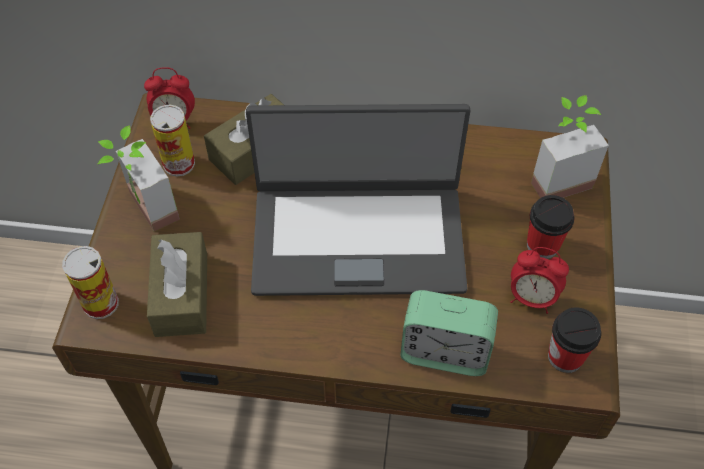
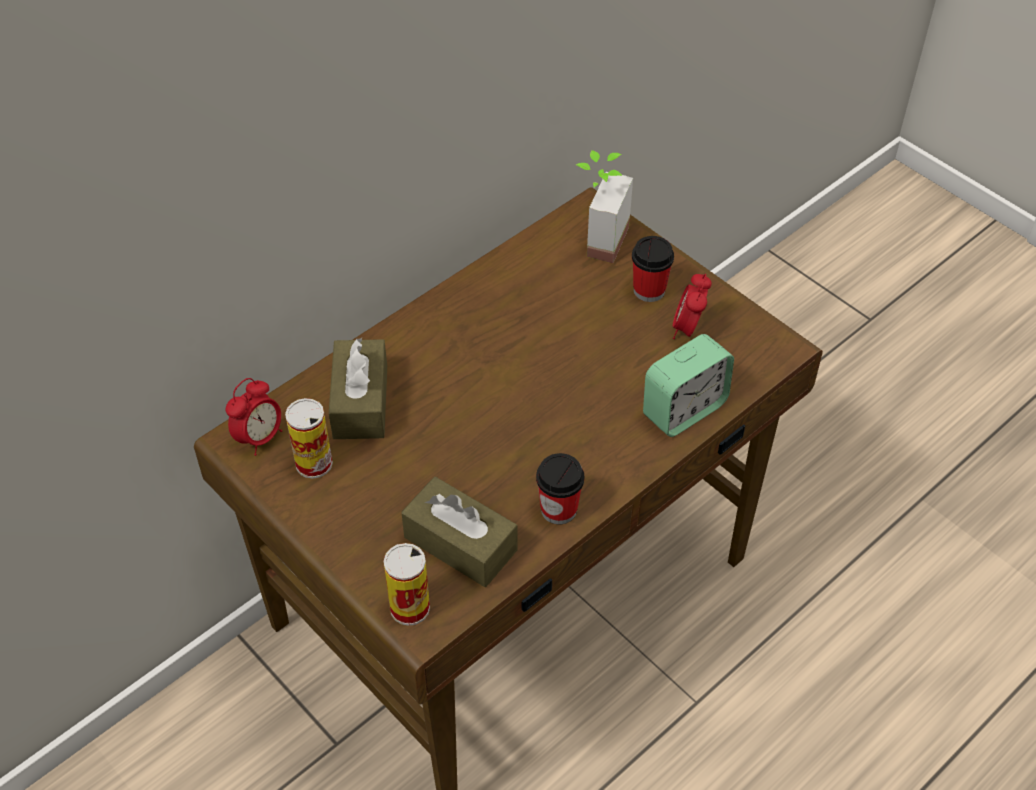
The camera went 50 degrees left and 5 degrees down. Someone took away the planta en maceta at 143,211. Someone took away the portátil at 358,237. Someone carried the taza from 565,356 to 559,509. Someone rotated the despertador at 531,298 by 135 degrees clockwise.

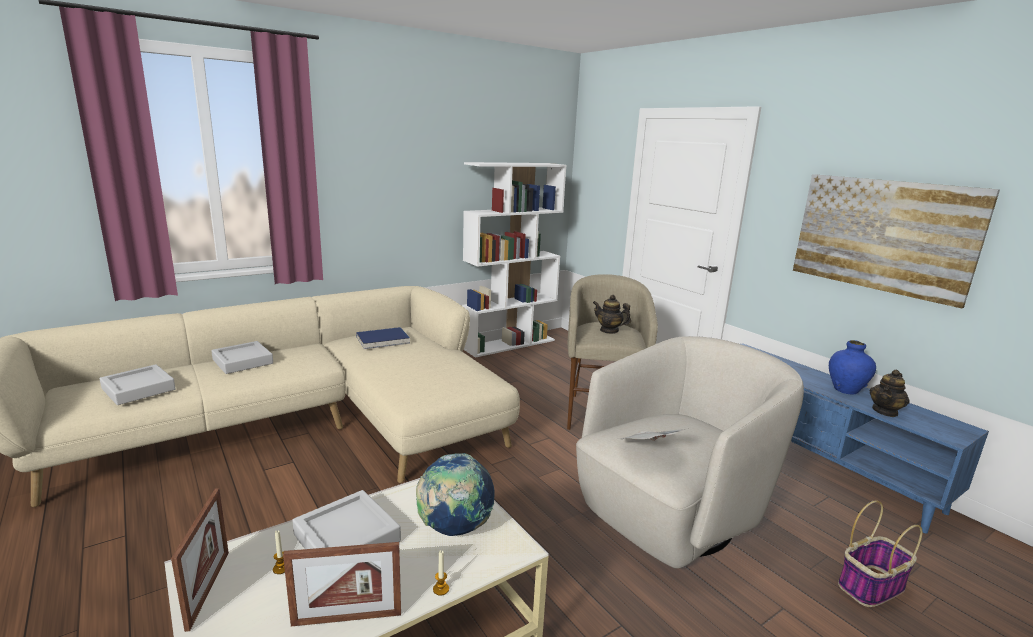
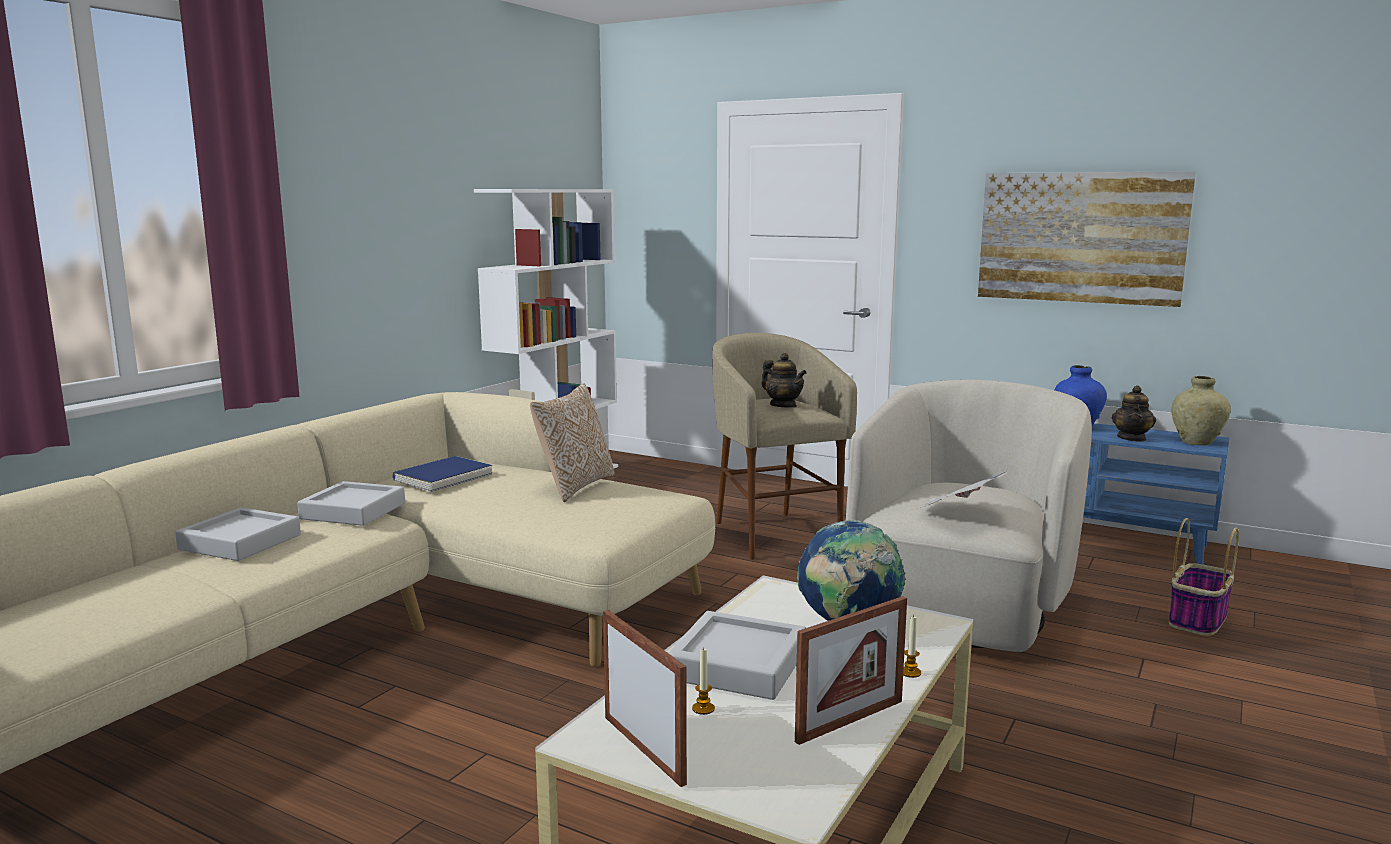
The camera went 25 degrees left and 5 degrees down. Someone put down the cojín at 574,486. Someone put down the florero/beis at 1196,442. Someone carried the bandeja/gris from 138,389 to 353,511. Someone rotated the tetera at 609,330 by 135 degrees counterclockwise.

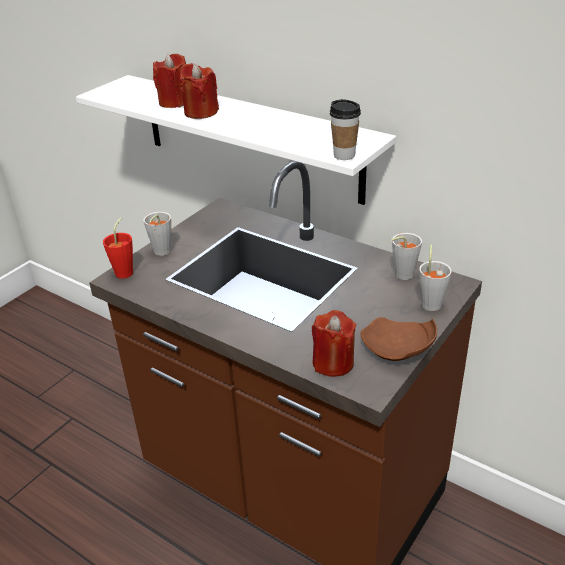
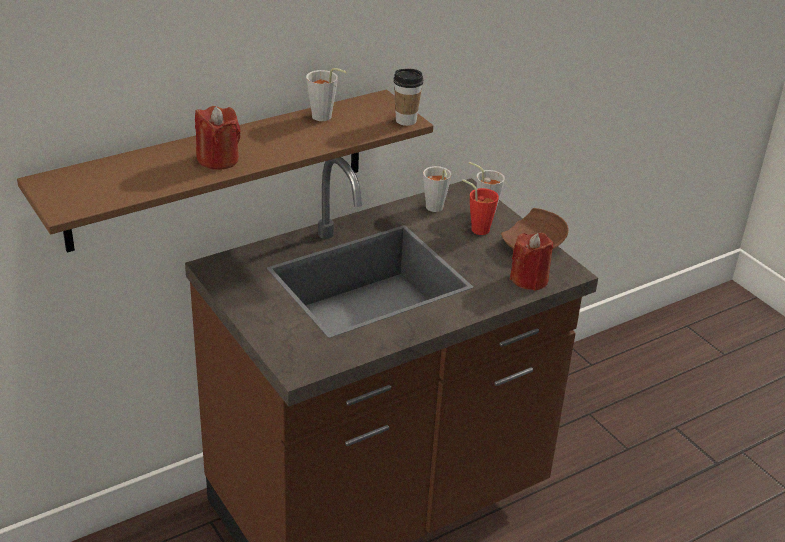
The camera went 70 degrees left and 0 degrees up. Someone took away the vela/rojo at 175,102. Someone carried the taza/rojo from 126,271 to 476,228. Someone carried the taza/gris from 160,253 to 325,118. Someone repainted the estante/blanco at 249,137, which became the estante/marrón at 218,170.

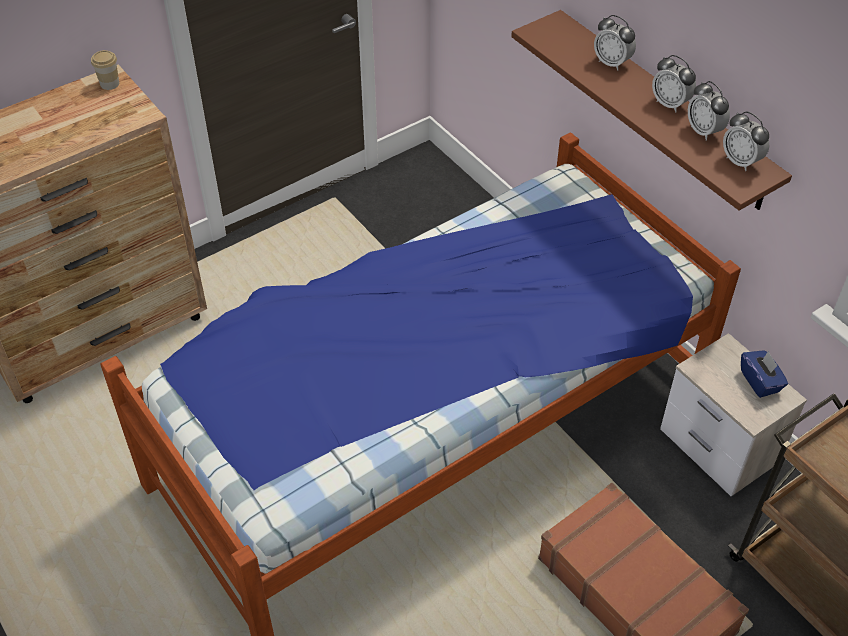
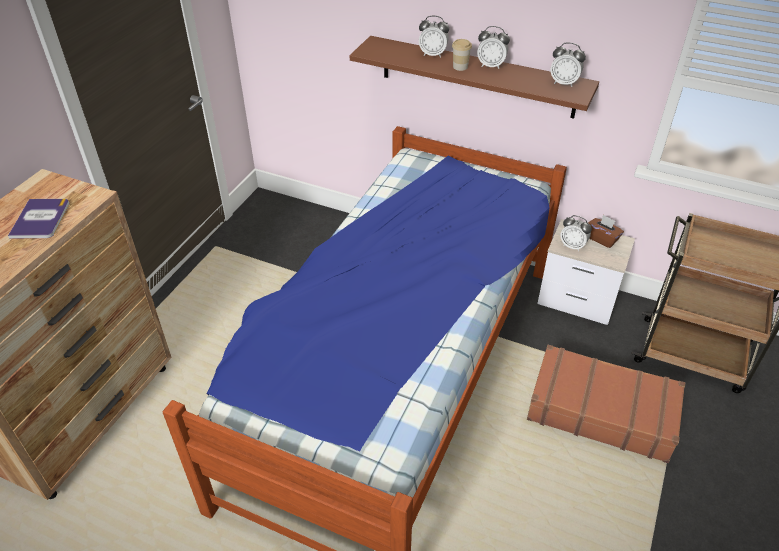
The camera went 30 degrees left and 5 degrees down. Someone put down the libro at 40,219. Someone carried the taza from 109,84 to 460,67. Someone carried the despertador from 704,131 to 572,246. Someone repainted the caja de pañuelos/azul at 760,381, which became the caja de pañuelos/marrón at 602,239.

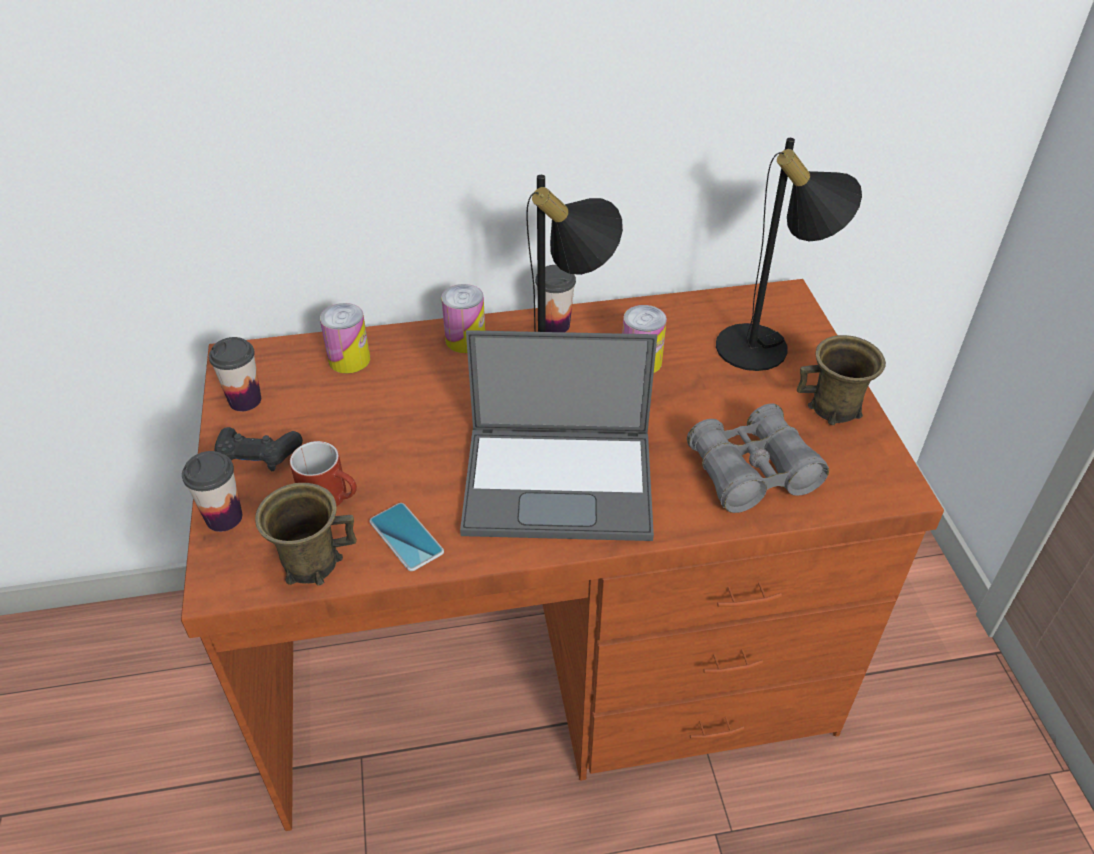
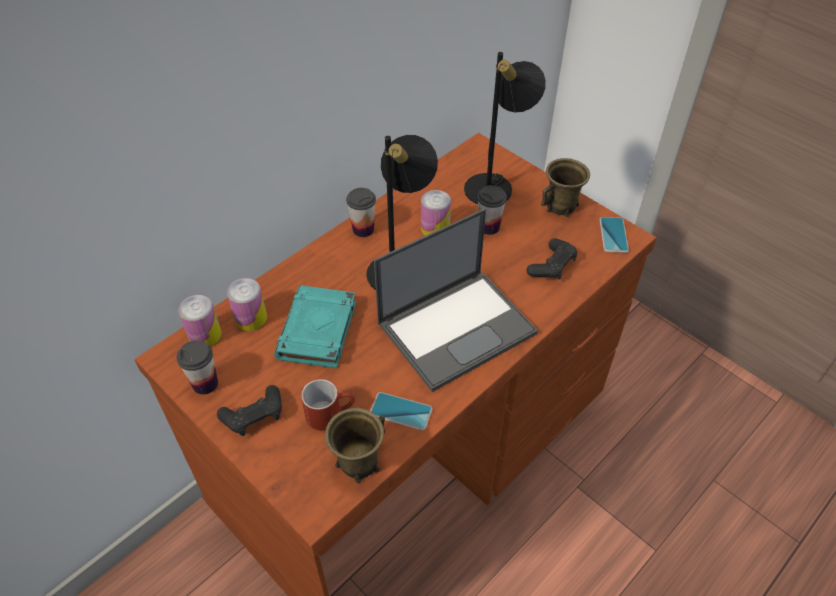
The camera went 35 degrees left and 5 degrees up. Someone put down the libro/turquesa at 317,331. Someone put down the móvil at 613,235. Someone carried the taza from 224,517 to 489,227. Someone carried the lata from 465,340 to 205,335. Someone swapped the prismáticos/gris at 752,472 for the mando de consola/negro at 552,266.

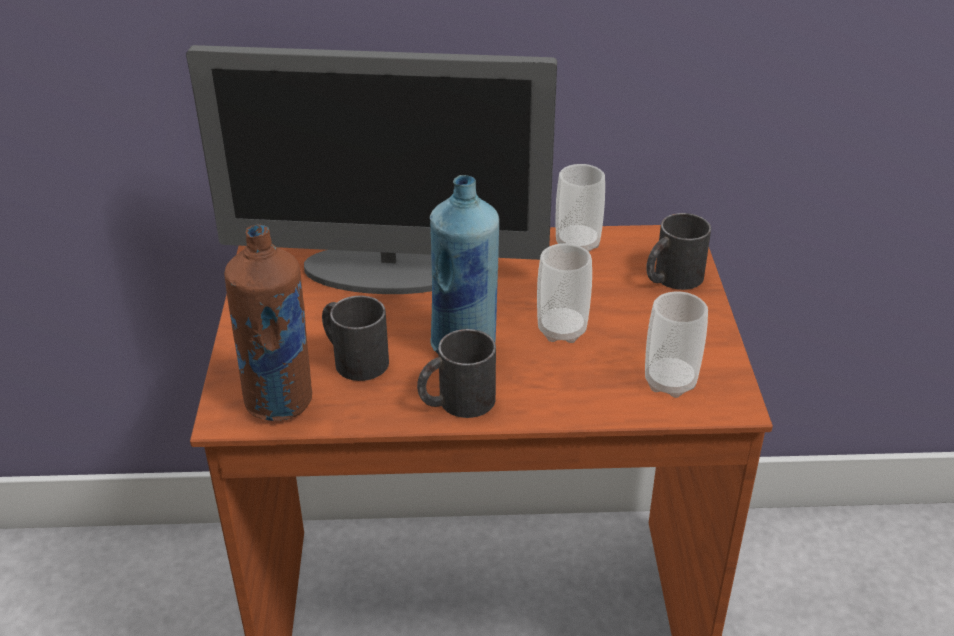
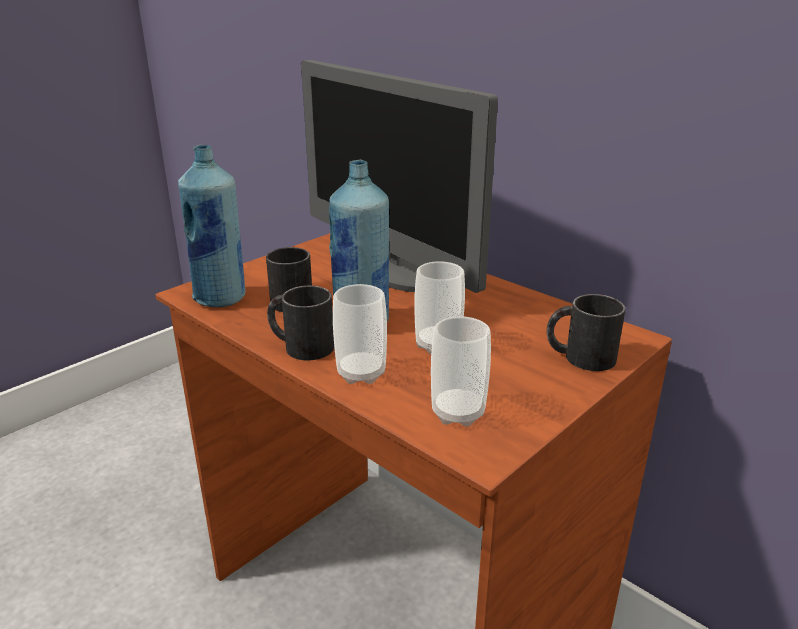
The camera went 45 degrees right and 10 degrees down. Someone carried the taza from 577,244 to 361,373. Someone repainted the botella/marrón at 280,401, which became the botella/azul at 221,298.

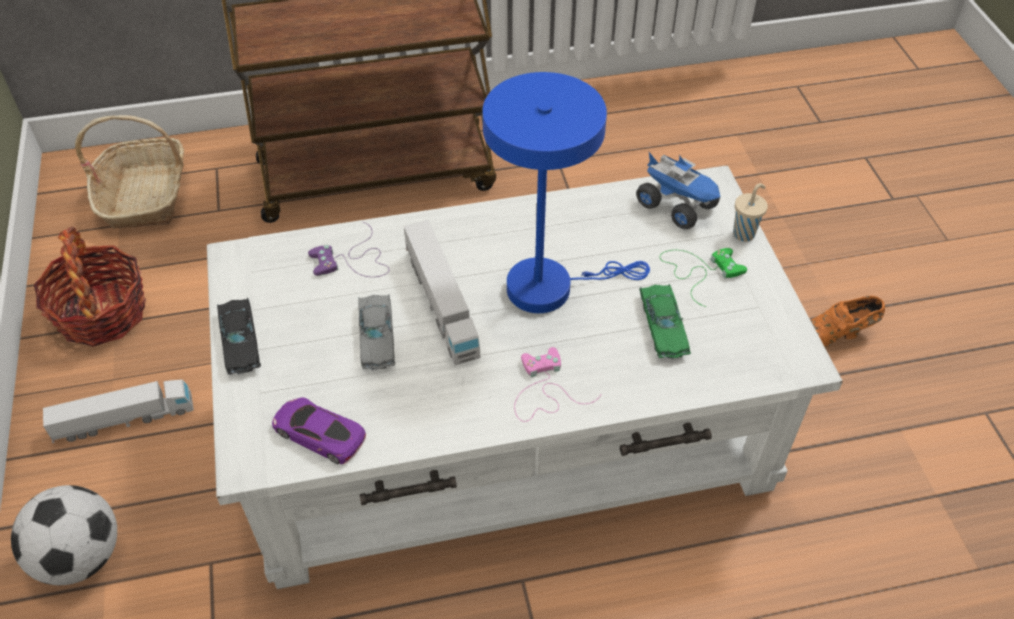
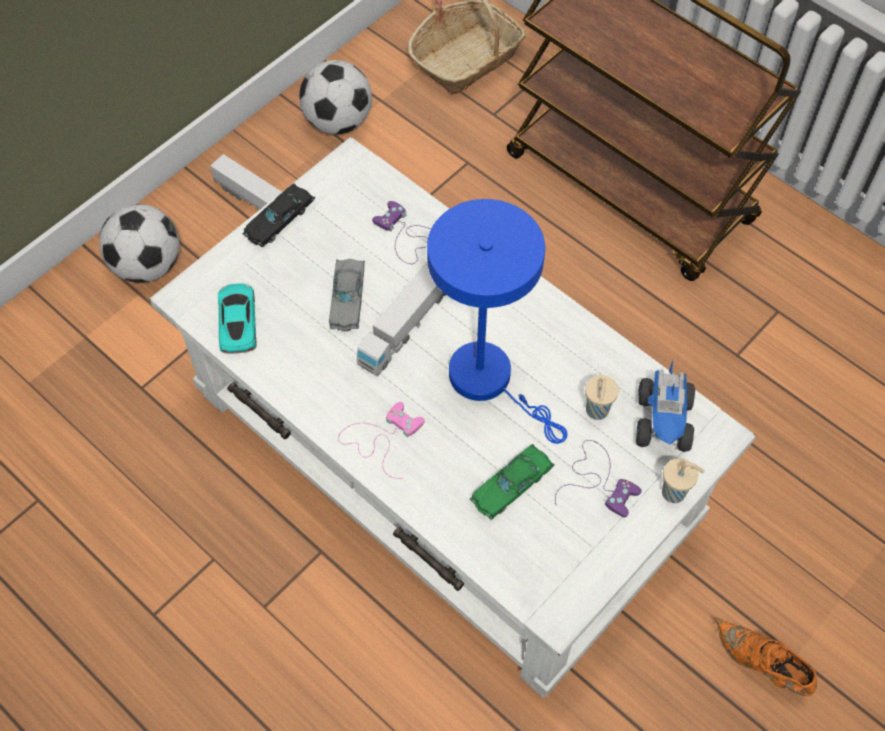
The camera went 55 degrees right and 10 degrees up. Someone put down the taza/beis at 597,412. Someone swapped the cesta at 101,313 for the balón de fútbol at 338,121. Someone repainted the coche de juguete/morado at 319,433, which became the coche de juguete/turquesa at 237,321. Someone repainted the mando de consola/verde at 699,270, which became the mando de consola/morado at 598,480. Someone rotated the coche de juguete/gris at 377,336 by 45 degrees counterclockwise.

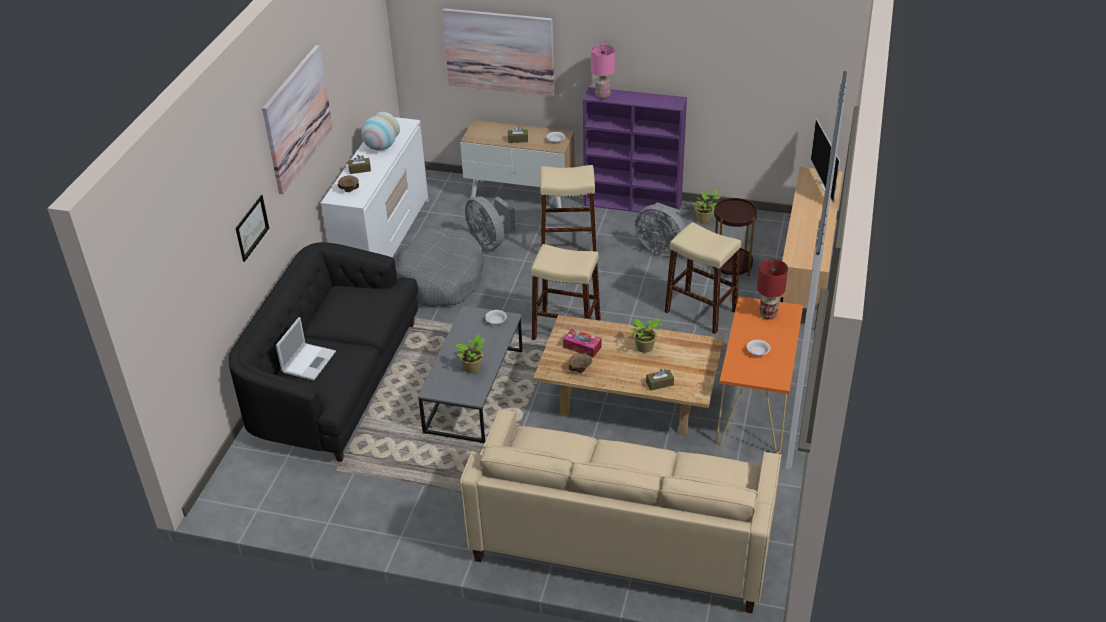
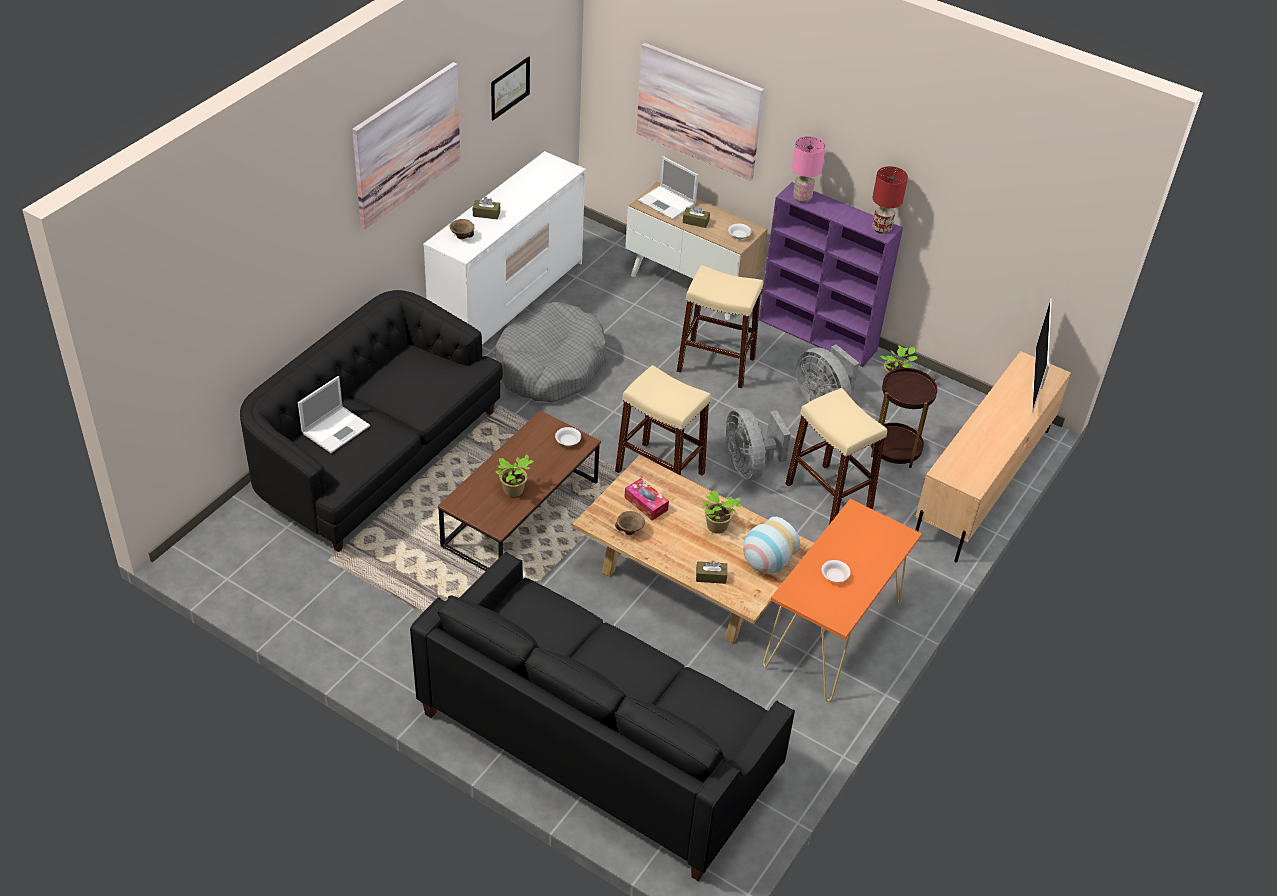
The camera went 15 degrees right and 5 degrees up. Someone put down the portátil at 667,203. Someone carried the cuadro from 252,228 to 510,88. Someone carried the florero from 380,147 to 765,563. Someone carried the ventilador/gris from 490,241 to 749,466. Someone carried the lámpara de mesa/rojo from 768,315 to 881,229. Someone repainted the mesa de centro/gris at 474,391, which became the mesa de centro/marrón at 521,514. Someone repainted the sofá/beis at 622,539, which became the sofá/negro at 597,744.

